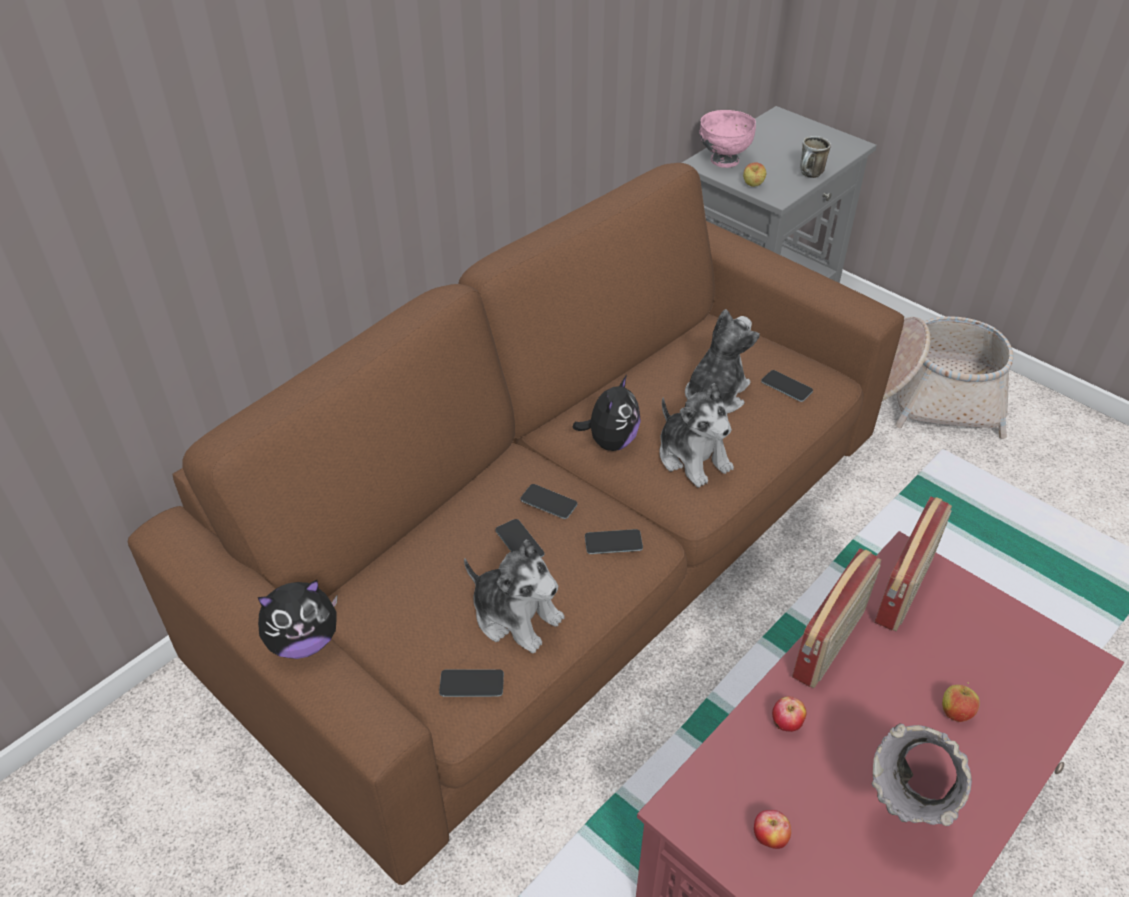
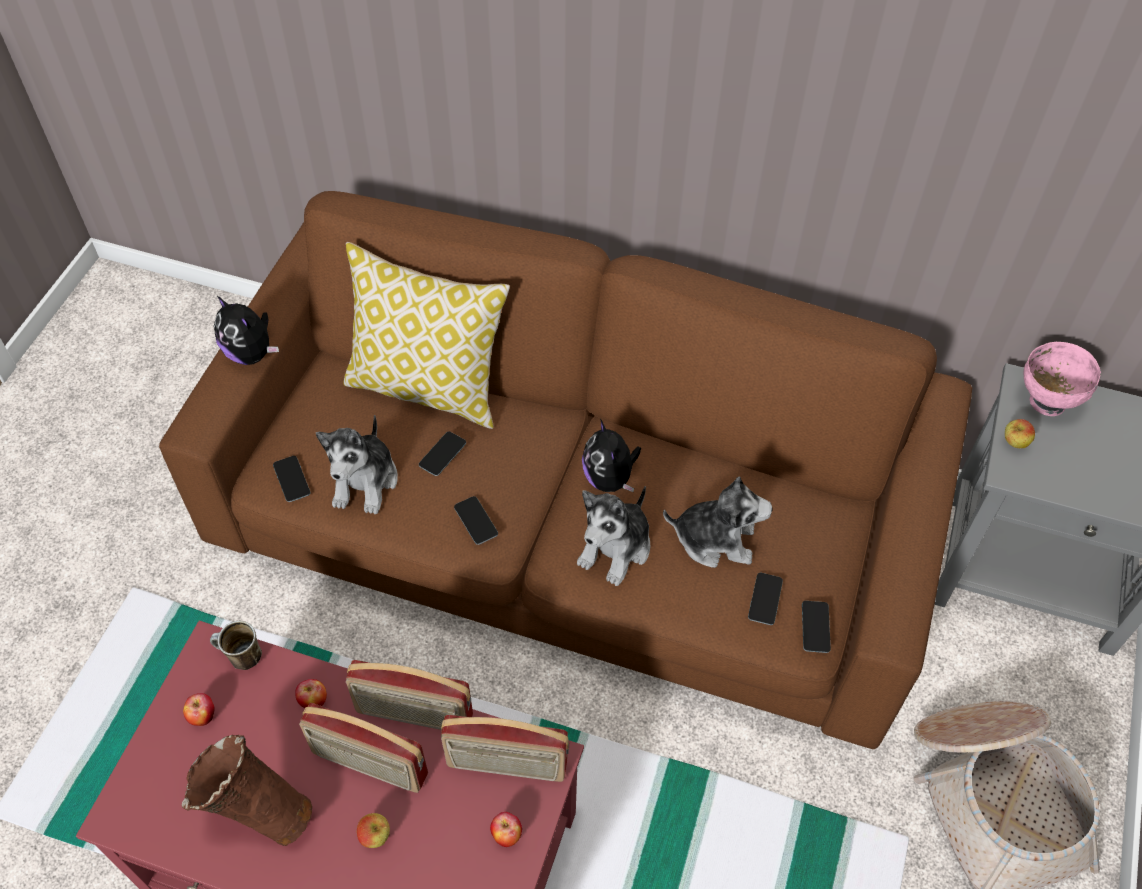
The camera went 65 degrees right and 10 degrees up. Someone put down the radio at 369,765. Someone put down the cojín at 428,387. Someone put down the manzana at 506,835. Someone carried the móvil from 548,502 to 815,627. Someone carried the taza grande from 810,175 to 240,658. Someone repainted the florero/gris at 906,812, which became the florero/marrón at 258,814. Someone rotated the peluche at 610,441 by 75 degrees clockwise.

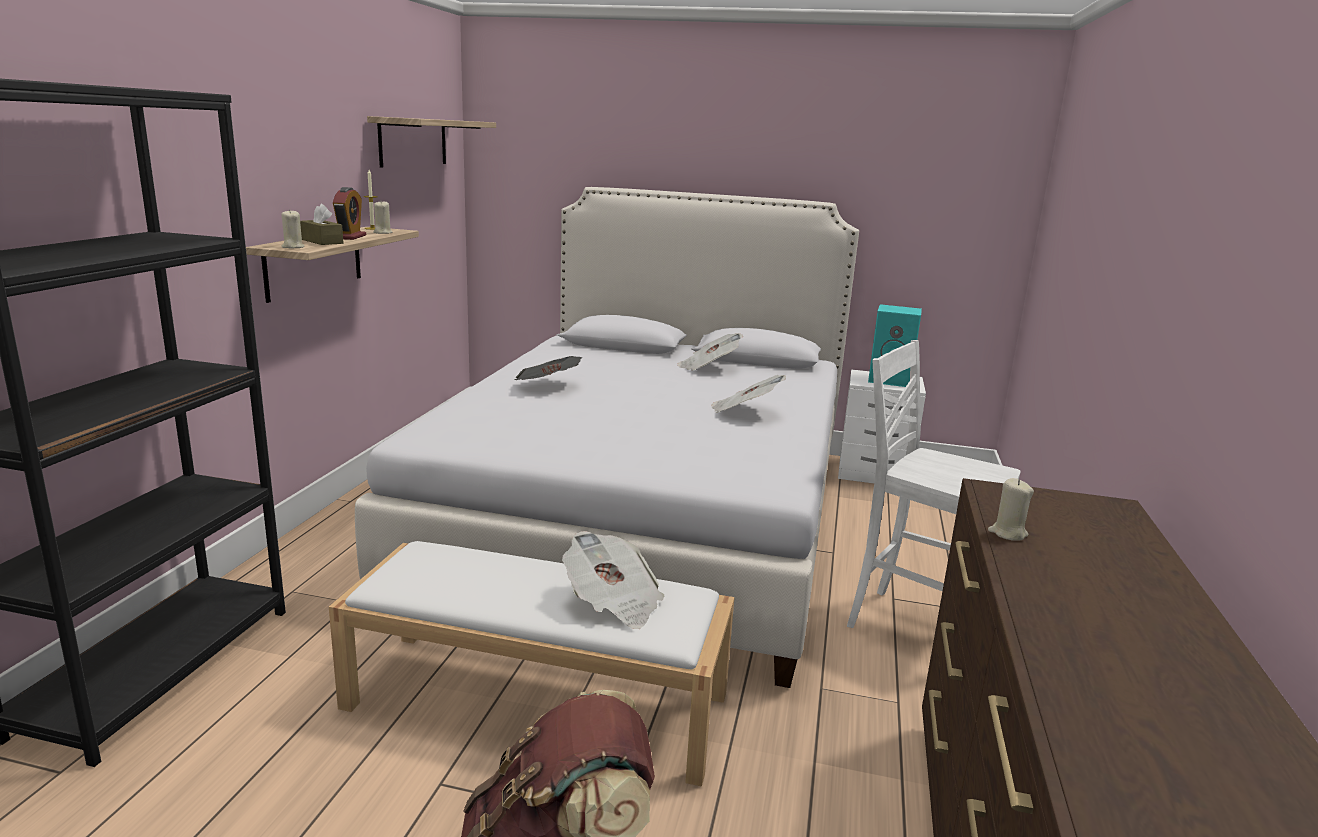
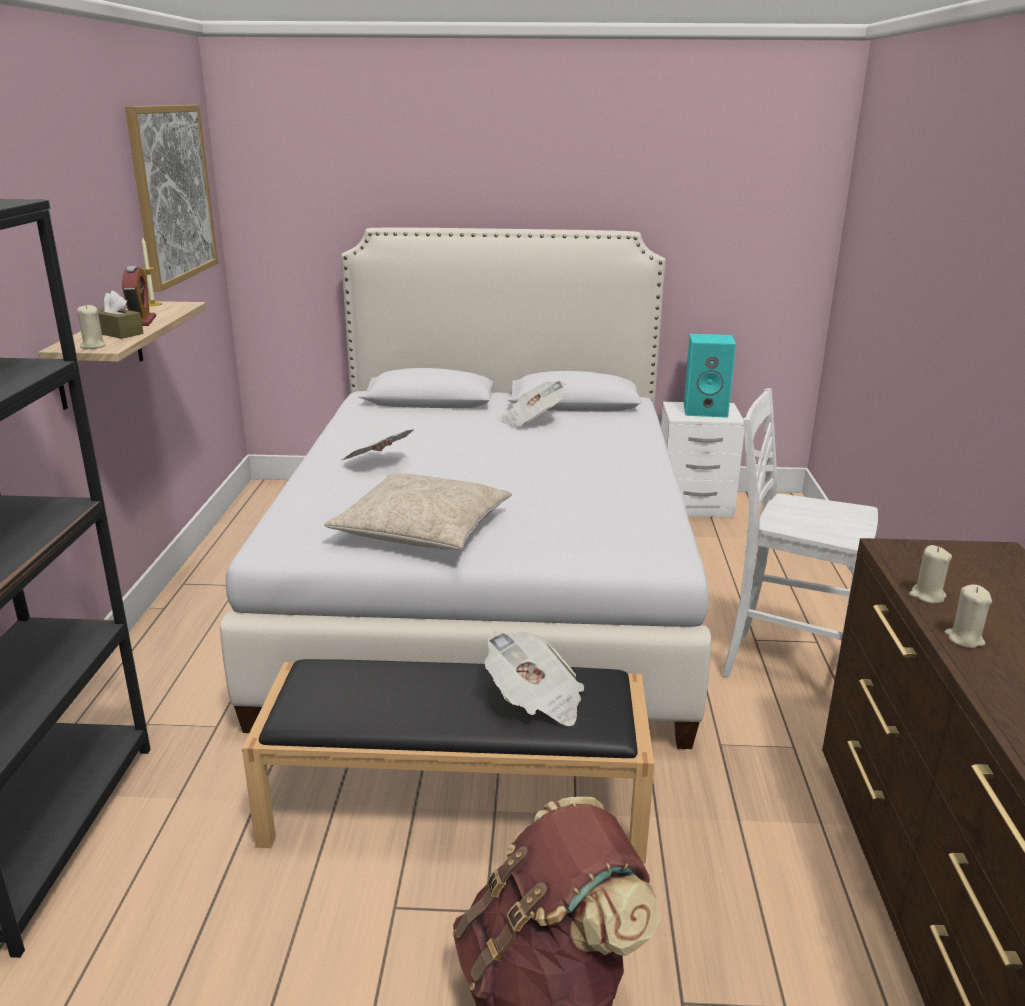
The camera went 10 degrees left and 5 degrees up. Someone took away the periódico at 744,412. Someone put down the cojín/beis at 422,529. Someone carried the vela/beis from 382,233 to 964,639. Someone swapped the estante at 413,142 for the cuadro at 172,194. Someone repainted the banco/blanco at 540,701, which became the banco/negro at 459,803.

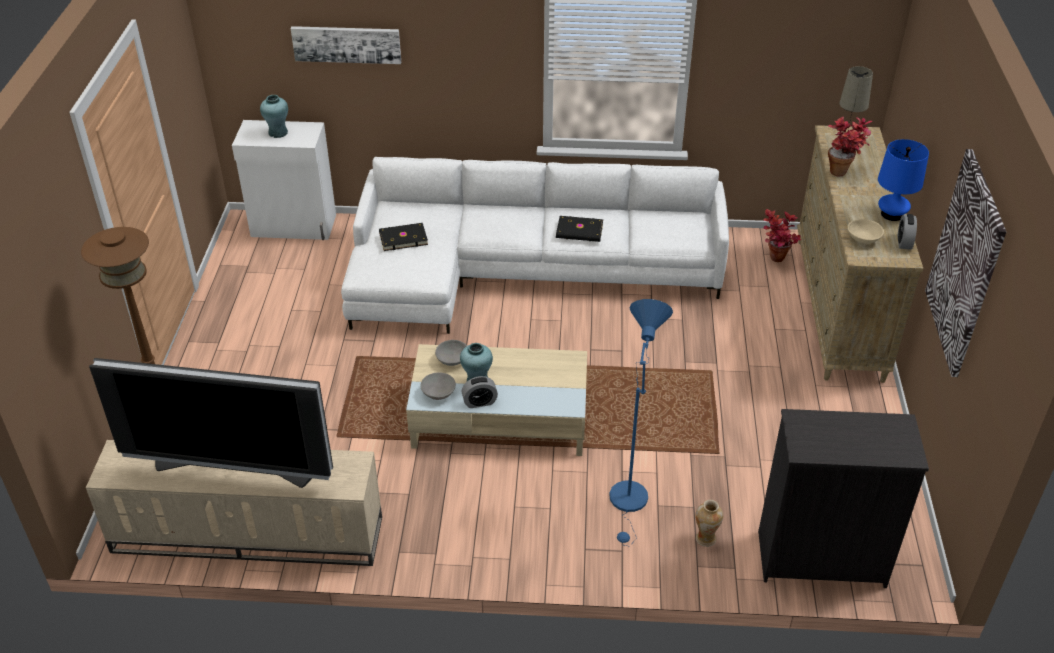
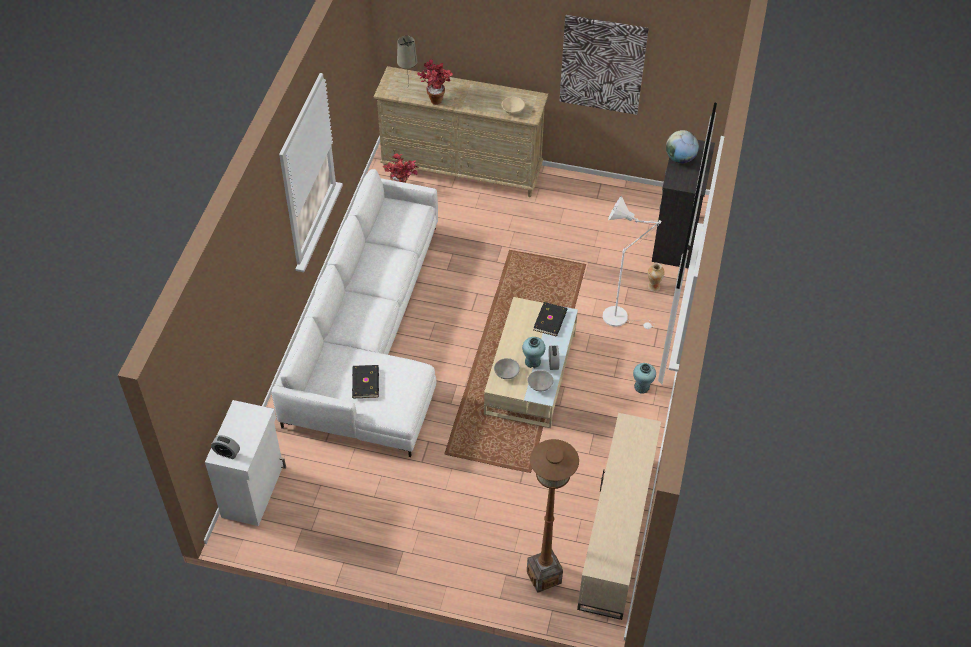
The camera went 80 degrees left and 10 degrees up. Someone took away the televisor at 234,468. Someone took away the cuadro at 346,44. Someone took away the lámpara de mesa/azul at 891,214. Someone put down the globo terráqueo at 680,158. Someone carried the florero/turquesa from 278,133 to 642,387. Someone carried the libro/negro from 579,231 to 551,320. Someone carried the despertador from 904,242 to 227,452. Someone repainted the lámpara de pie/azul at 629,503, which became the lámpara de pie/blanco at 620,317.

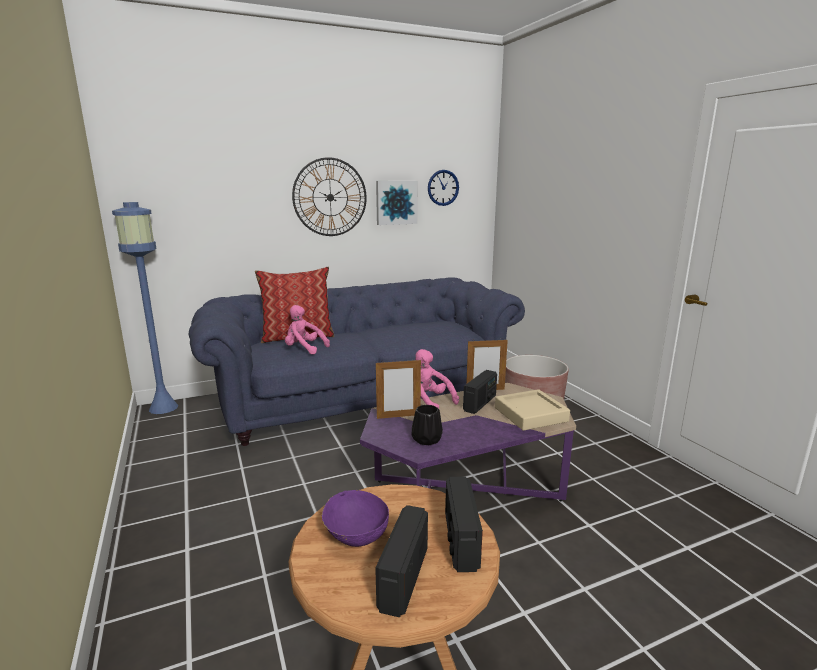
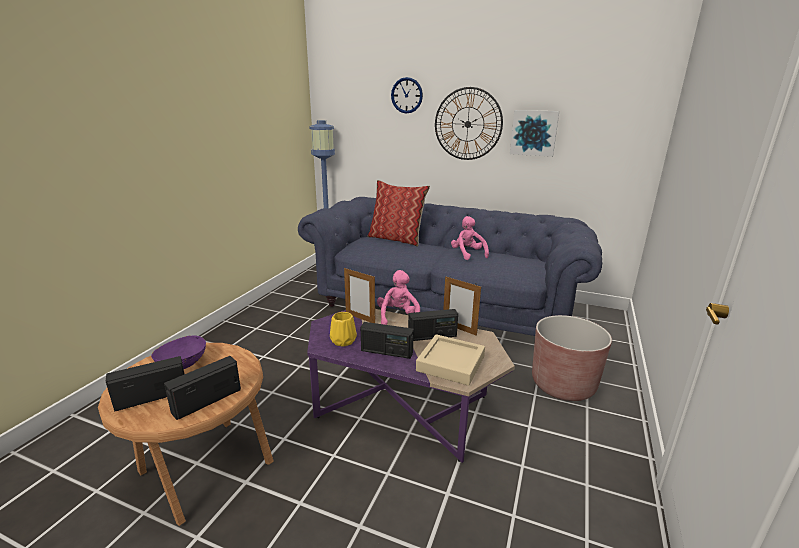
The camera went 45 degrees right and 5 degrees up. Someone put down the radio at 386,352. Someone carried the peluche/rosa from 304,349 to 467,254. Someone carried the reloj de pared from 443,187 to 406,95. Someone repainted the florero/negro at 426,439, which became the florero/amarillo at 342,341.

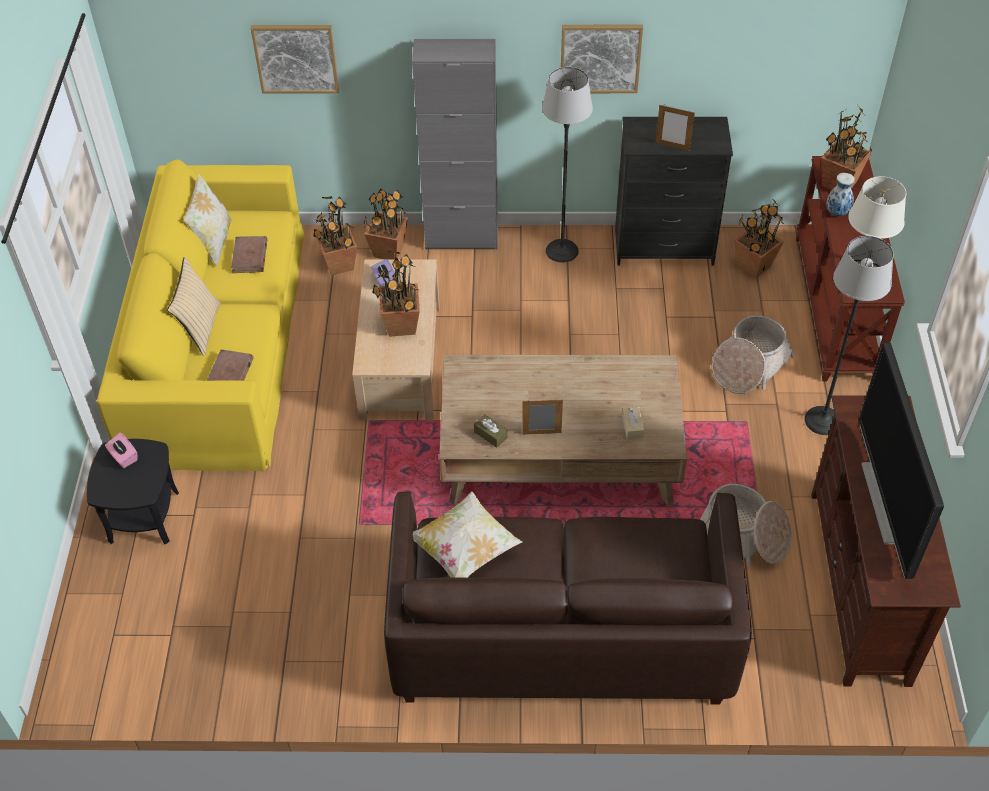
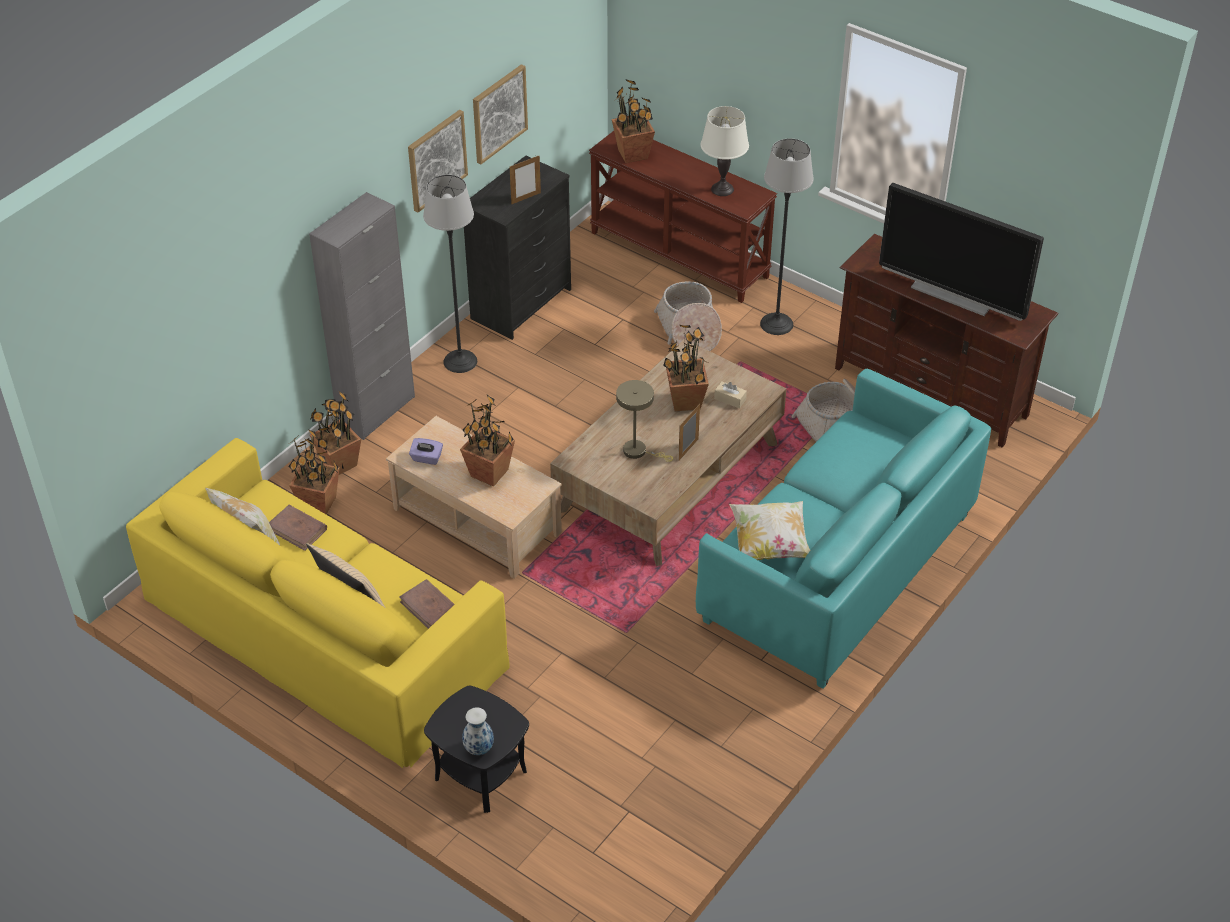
The camera went 55 degrees left and 5 degrees down. Someone took away the caja de pañuelos/rosa at 123,457. Someone took away the caja de pañuelos/marrón at 490,435. Someone put down the lámpara de mesa/beis at 638,451. Someone carried the cuadro from 296,58 to 499,113. Someone carried the planta en maceta from 753,266 to 684,401. Someone carried the florero from 837,213 to 479,749. Someone repainted the sofá/marrón at 560,634, which became the sofá/turquesa at 838,567.

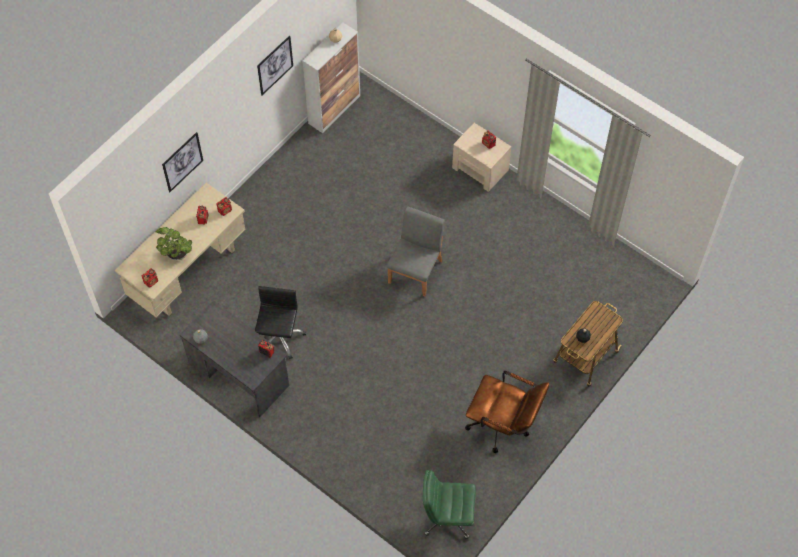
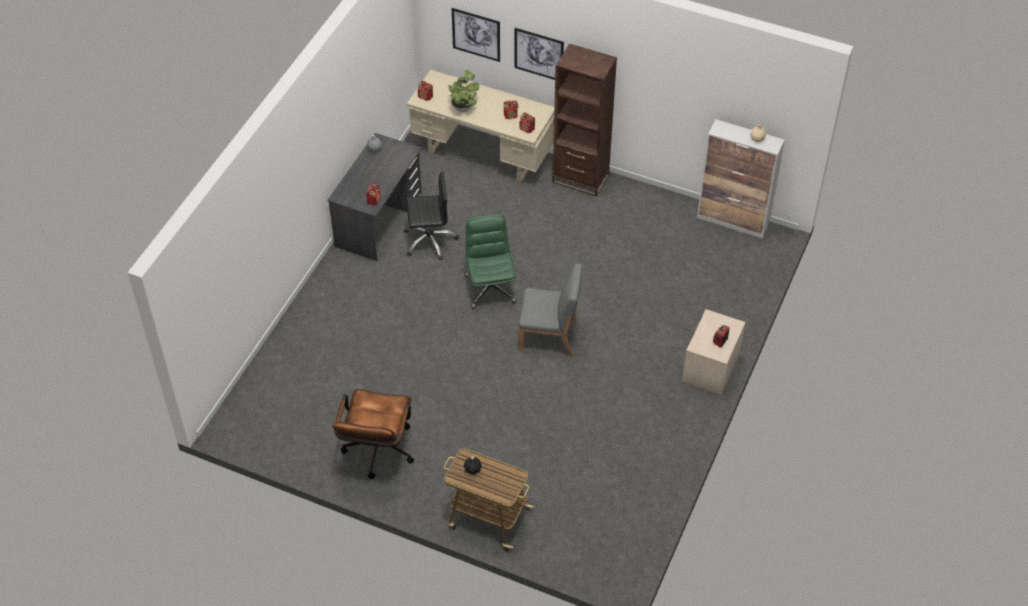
The camera went 75 degrees right and 10 degrees down. Someone put down the estantería/marrón at 580,178. Someone carried the cuadro from 275,65 to 476,34. Someone carried the silla de oficina/verde from 447,516 to 490,288.

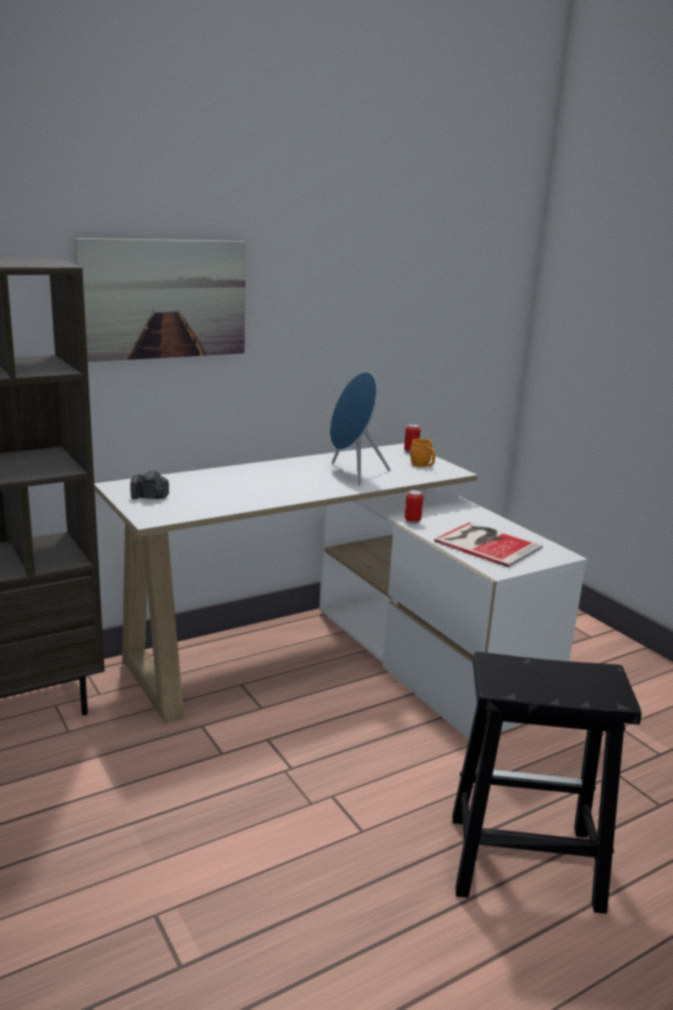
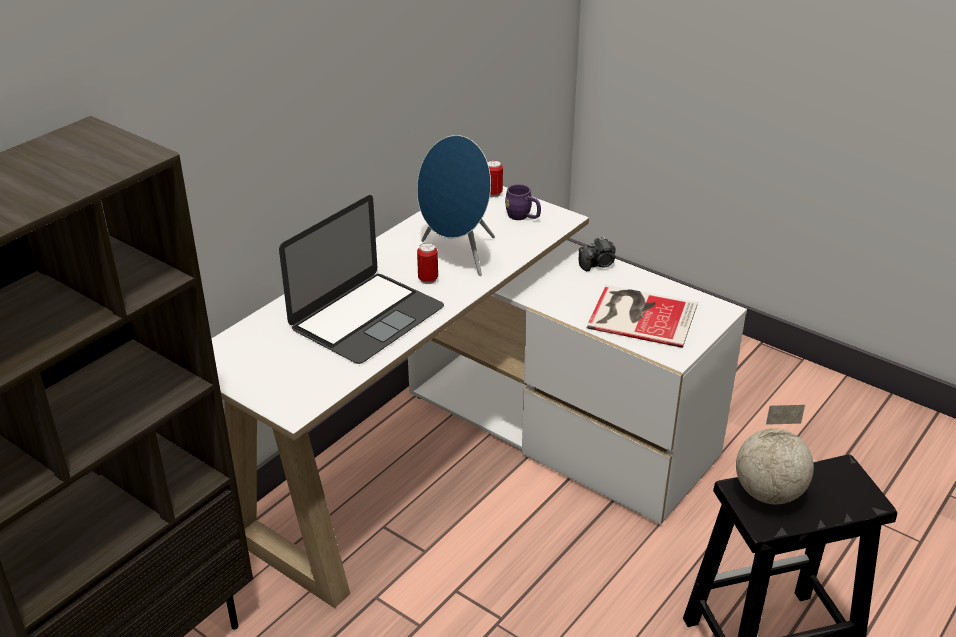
The camera went 20 degrees left and 15 degrees up. Someone took away the cuadro at 164,299. Someone put down the portátil at 367,317. Someone put down the globo terráqueo at 769,494. Someone carried the cámara from 150,497 to 598,264. Someone carried the lata from 412,521 to 428,279. Someone repainted the taza grande/naranja at 423,466, which became the taza grande/morado at 523,217.

